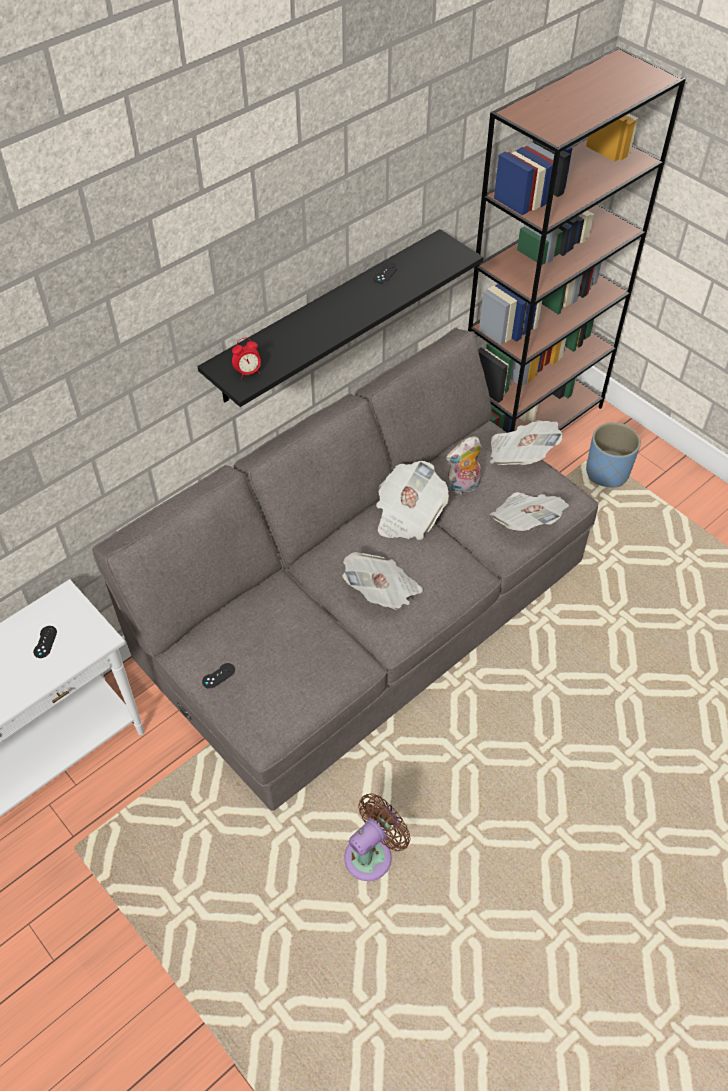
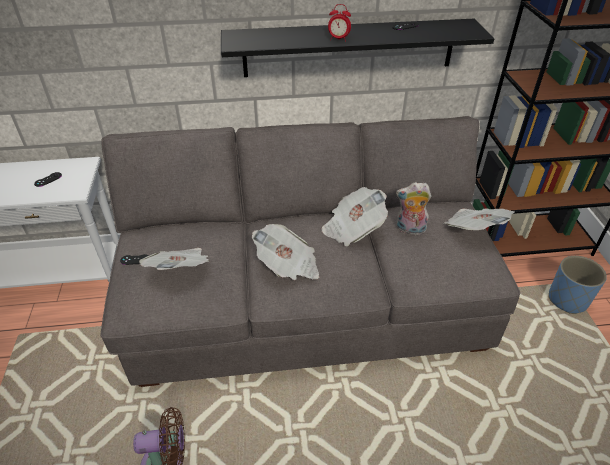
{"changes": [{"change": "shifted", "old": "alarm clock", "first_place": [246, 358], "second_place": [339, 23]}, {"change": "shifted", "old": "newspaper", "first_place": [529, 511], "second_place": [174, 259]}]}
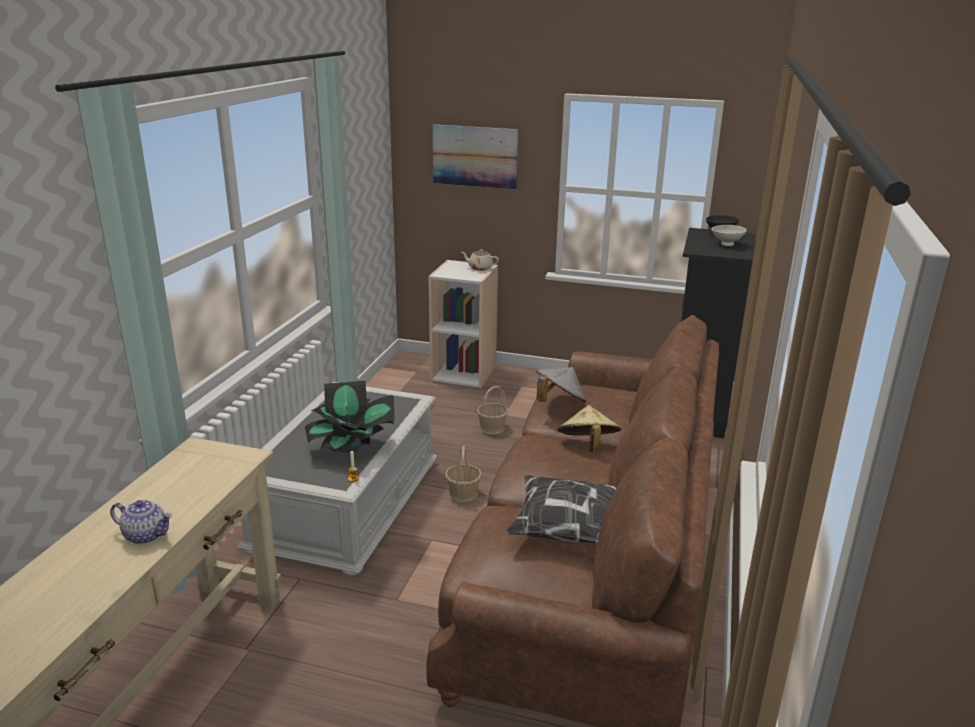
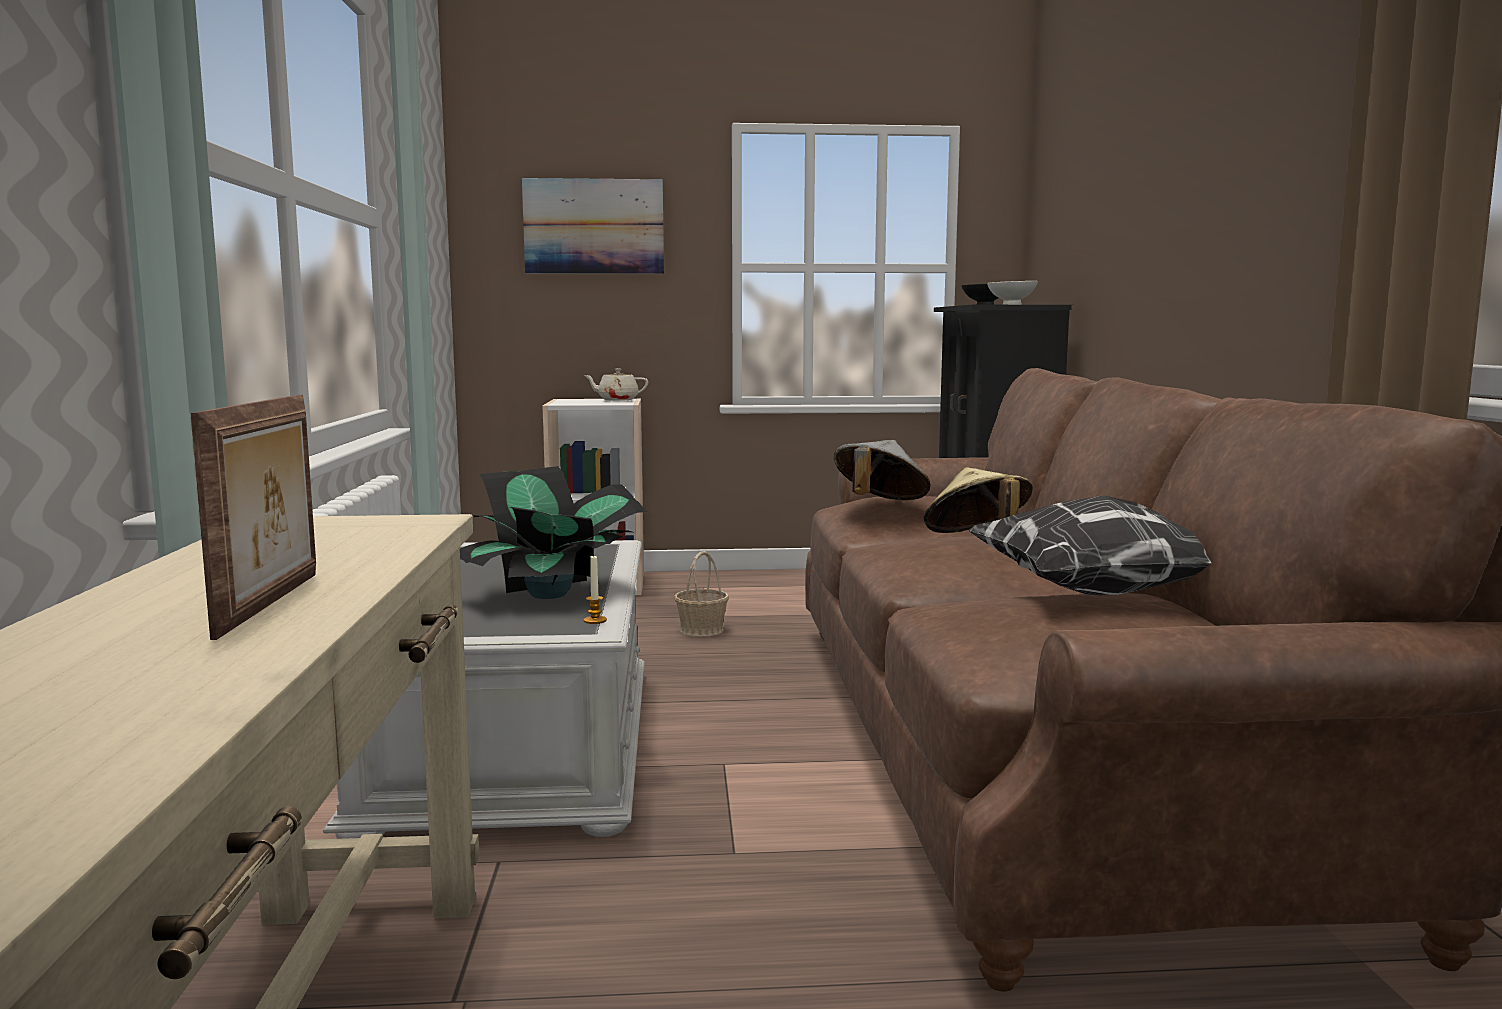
{"changes": [{"change": "gone", "old": "basket", "first_place": [463, 473]}, {"change": "swapped", "old": "teapot", "new": "picture frame", "first_place": [141, 522], "second_place": [253, 517]}]}
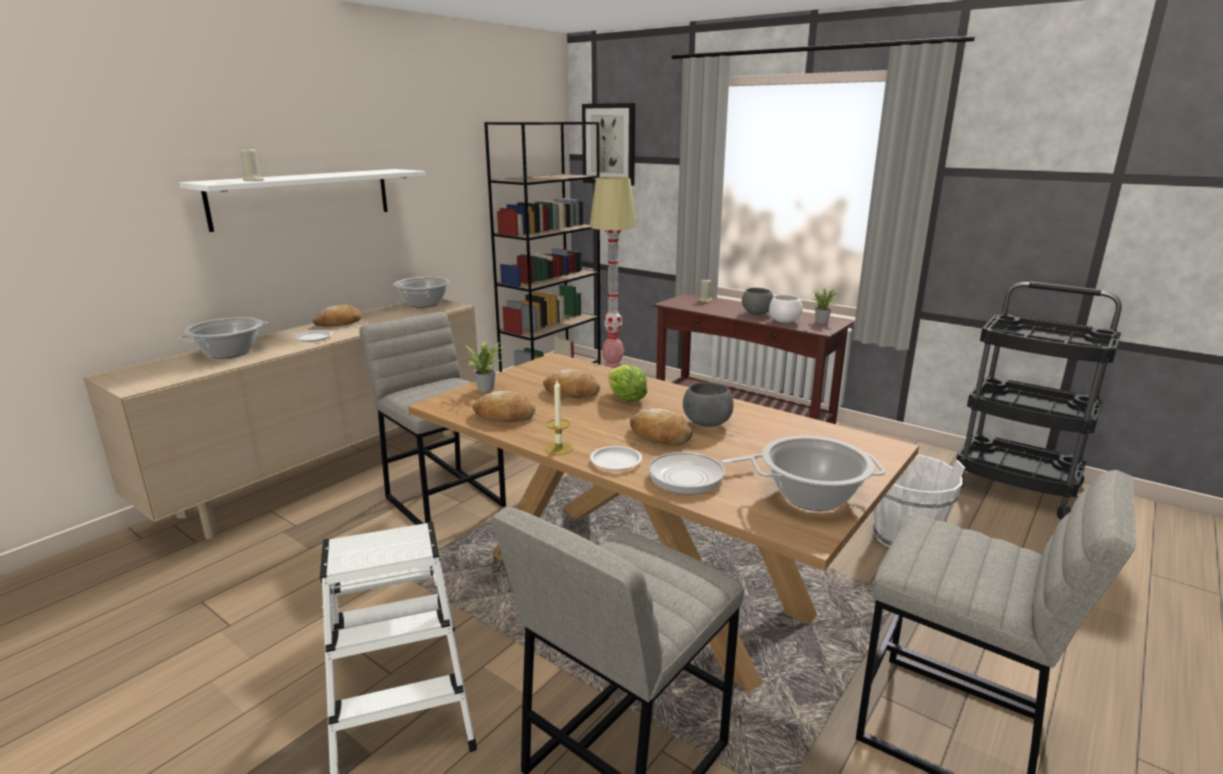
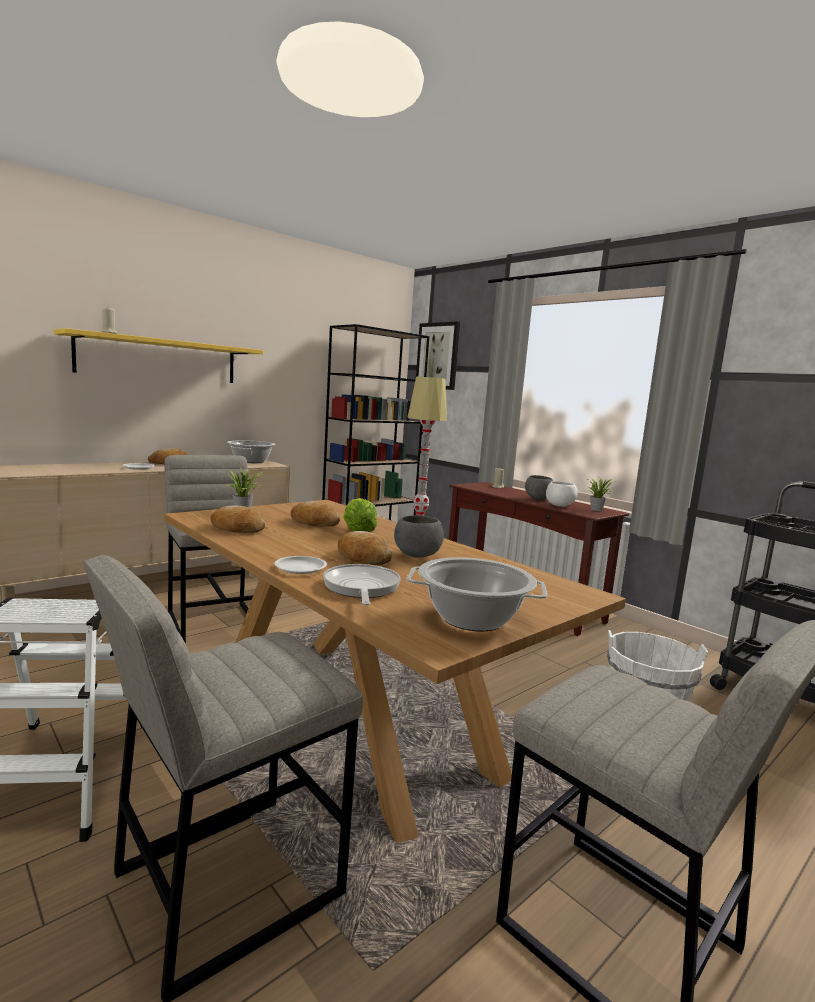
{"changes": [{"change": "gone", "old": "cooking pot", "first_place": [223, 338]}, {"change": "gone", "old": "candle", "first_place": [559, 417]}, {"change": "repainted", "old": "shelf/white", "new": "shelf/yellow", "first_place": [302, 200], "second_place": [158, 355]}, {"change": "rotated", "old": "frying pan", "first_place": [703, 473], "second_place": [362, 584], "degrees": 90}]}
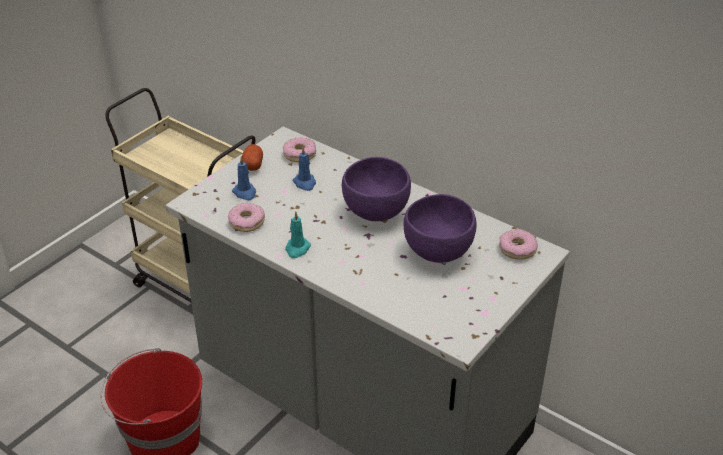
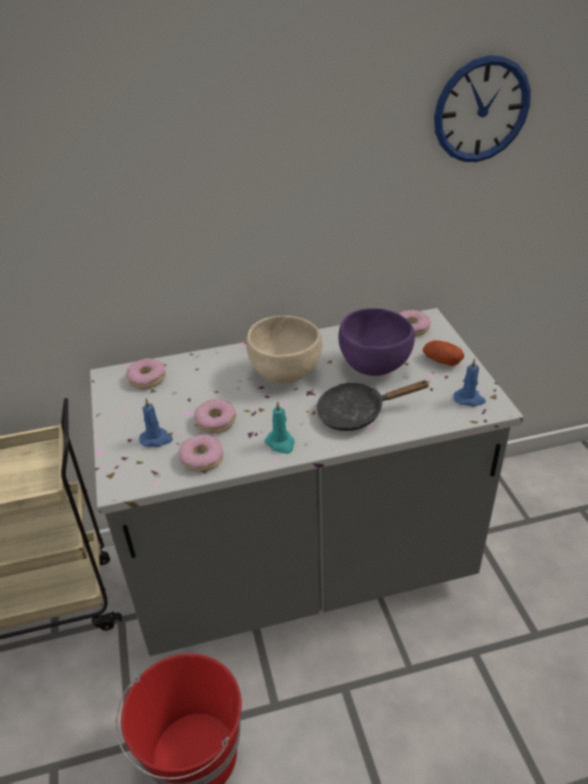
{"changes": [{"change": "new", "new": "donut", "second_place": [215, 416]}, {"change": "new", "new": "frying pan/black", "second_place": [373, 405]}, {"change": "new", "new": "wall clock", "second_place": [482, 108]}, {"change": "shifted", "old": "potato", "first_place": [252, 157], "second_place": [443, 353]}, {"change": "shifted", "old": "candle/blue", "first_place": [304, 169], "second_place": [470, 382]}, {"change": "repainted", "old": "bowl/purple", "new": "bowl/beige", "first_place": [376, 189], "second_place": [284, 350]}]}
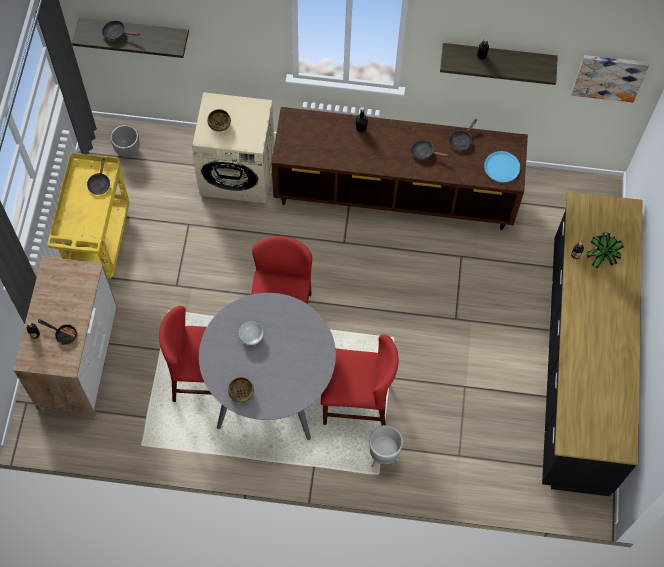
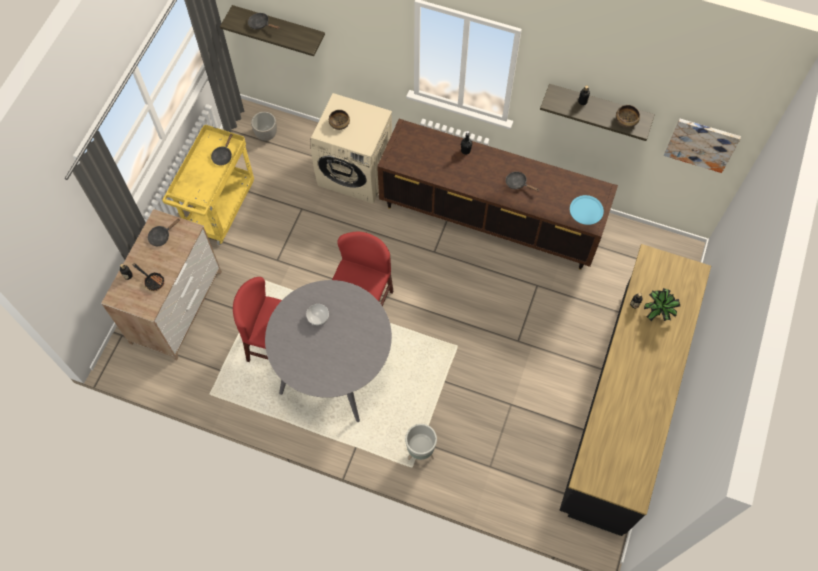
{"changes": [{"change": "gone", "old": "chair/red", "first_place": [360, 379]}, {"change": "shifted", "old": "bowl", "first_place": [241, 389], "second_place": [628, 116]}, {"change": "shifted", "old": "frying pan/black", "first_place": [463, 135], "second_place": [164, 232]}]}
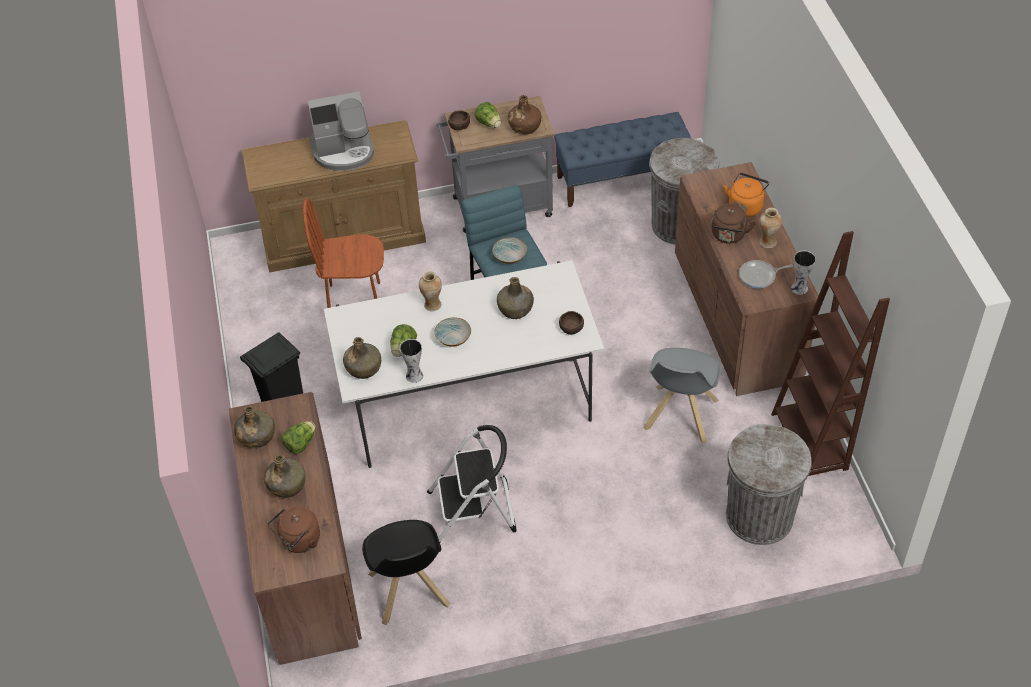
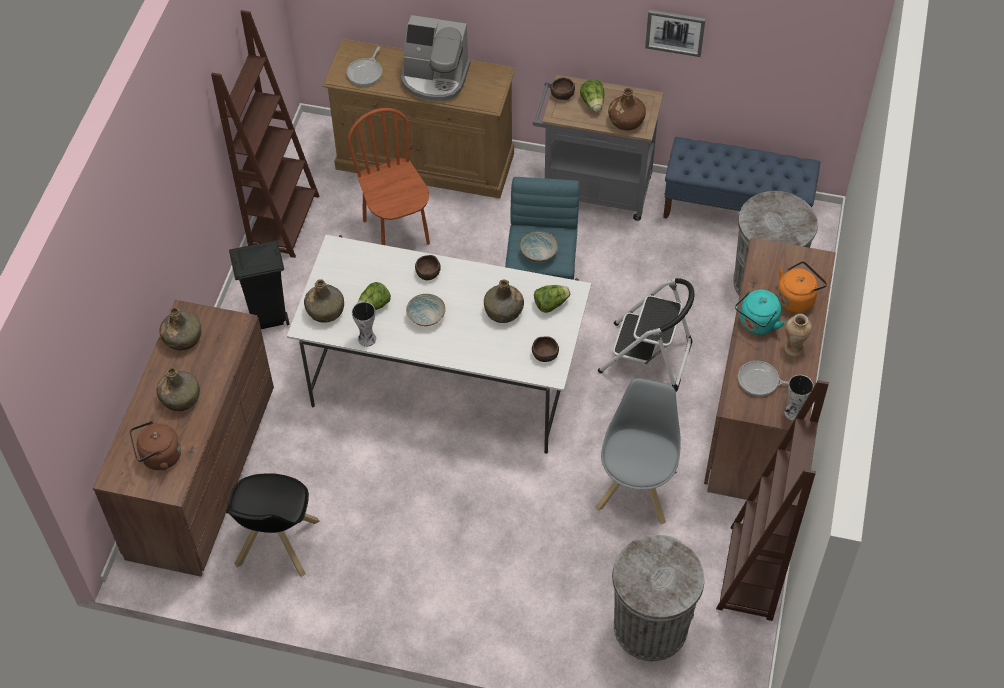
{"changes": [{"change": "new", "new": "bookcase/brown", "second_place": [265, 134]}, {"change": "new", "new": "frying pan", "second_place": [364, 66]}, {"change": "new", "new": "picture", "second_place": [675, 33]}, {"change": "shifted", "old": "lettuce", "first_place": [298, 437], "second_place": [552, 299]}, {"change": "shifted", "old": "step ladder", "first_place": [472, 483], "second_place": [646, 335]}, {"change": "swapped", "old": "vase", "new": "bowl/brown", "first_place": [430, 291], "second_place": [428, 267]}, {"change": "repainted", "old": "kettle/brown", "new": "kettle/turquoise", "first_place": [733, 223], "second_place": [760, 312]}, {"change": "rotated", "old": "chair/brown", "first_place": [343, 253], "second_place": [389, 176], "degrees": 45}, {"change": "rotated", "old": "chair/grey", "first_place": [682, 395], "second_place": [638, 451], "degrees": 150}]}
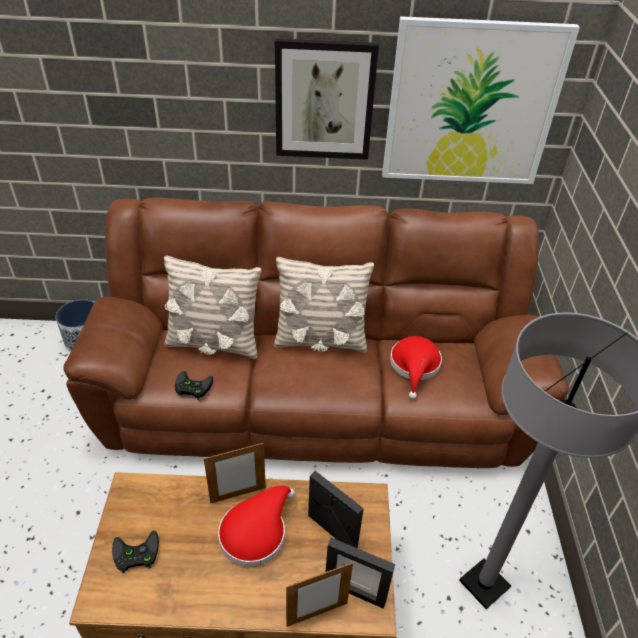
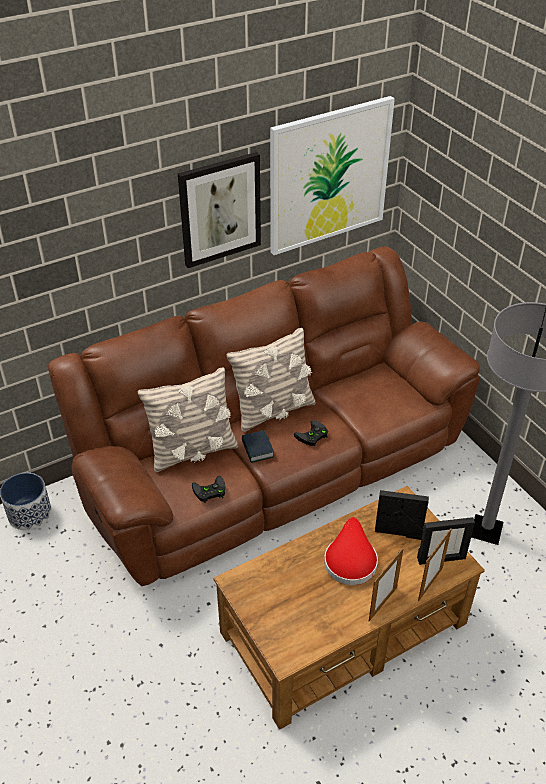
{"changes": [{"change": "gone", "old": "hat/red", "first_place": [416, 367]}, {"change": "new", "new": "book", "second_place": [257, 446]}, {"change": "shifted", "old": "game controller/black", "first_place": [135, 551], "second_place": [311, 433]}, {"change": "shifted", "old": "picture frame", "first_place": [235, 473], "second_place": [386, 584]}]}
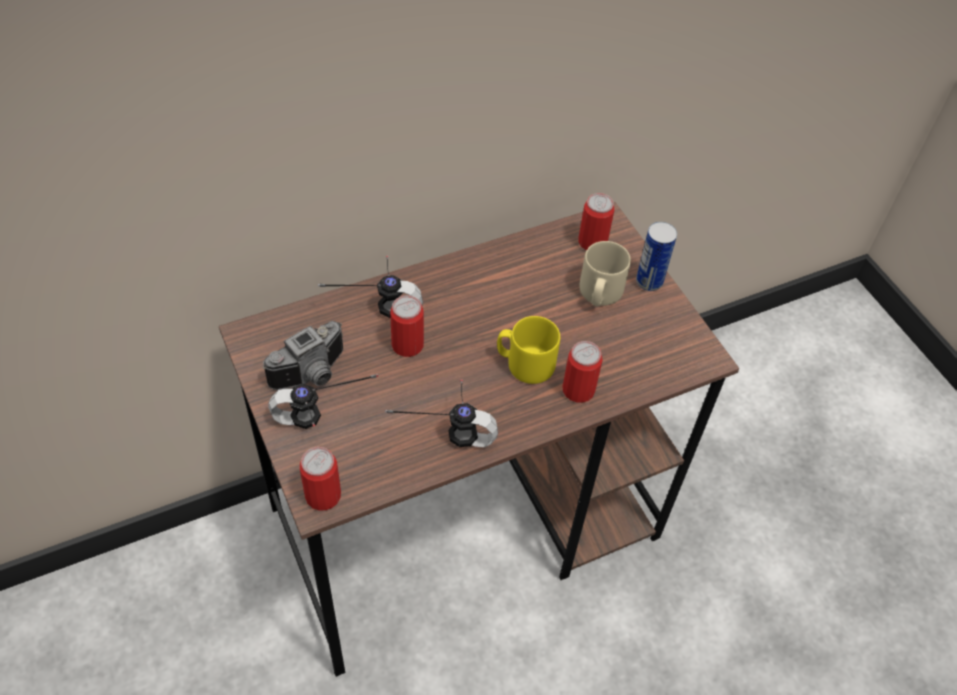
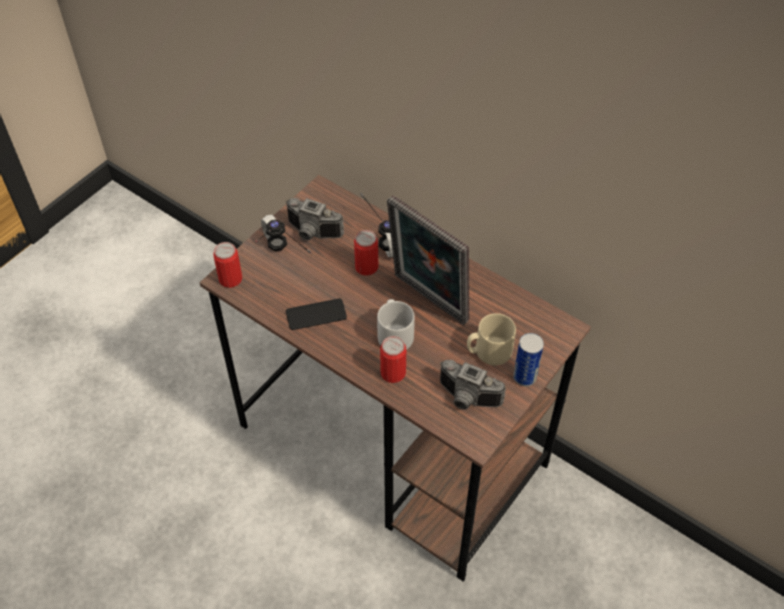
{"changes": [{"change": "gone", "old": "can", "first_place": [596, 221]}, {"change": "new", "new": "picture frame", "second_place": [428, 260]}, {"change": "new", "new": "photo camera", "second_place": [473, 385]}, {"change": "swapped", "old": "headphones", "new": "phone", "first_place": [441, 414], "second_place": [316, 314]}, {"change": "repainted", "old": "mug/yellow", "new": "mug/grey", "first_place": [528, 350], "second_place": [396, 324]}]}
